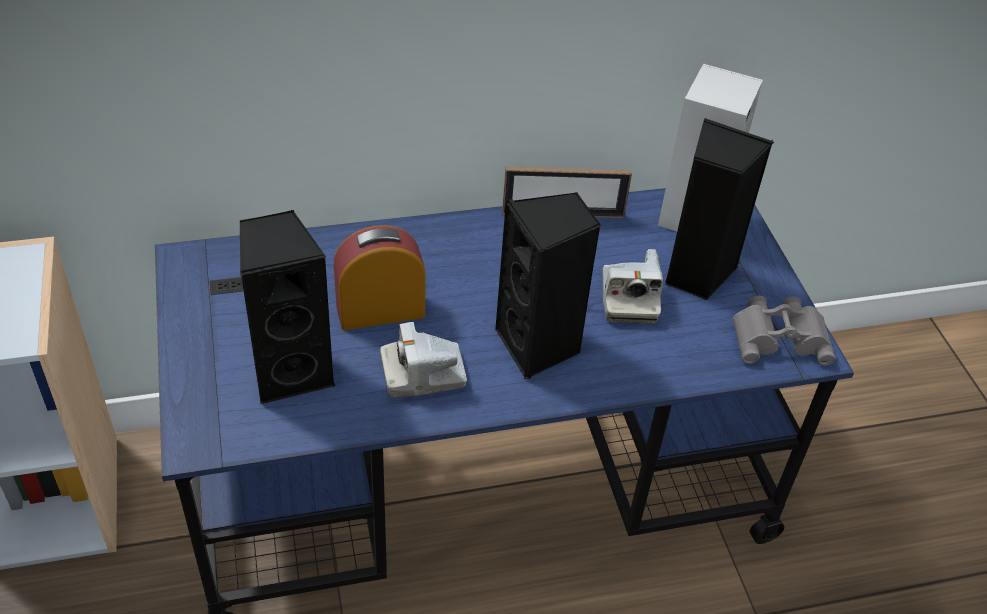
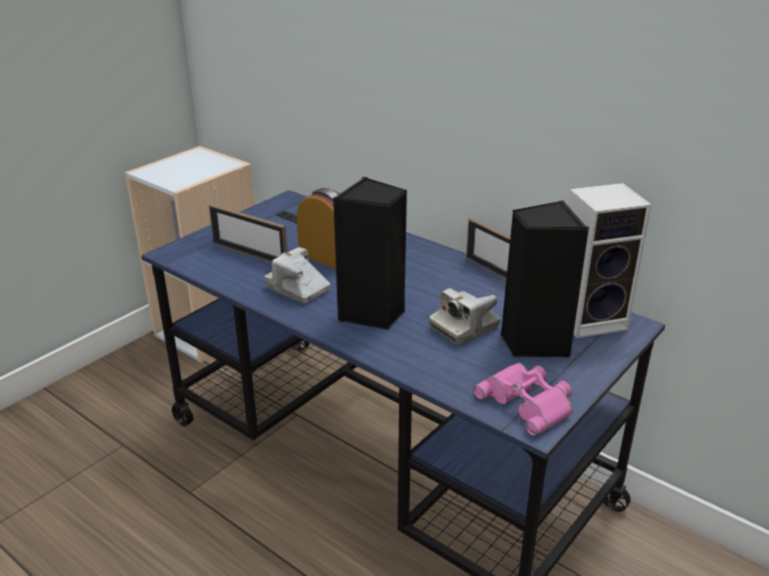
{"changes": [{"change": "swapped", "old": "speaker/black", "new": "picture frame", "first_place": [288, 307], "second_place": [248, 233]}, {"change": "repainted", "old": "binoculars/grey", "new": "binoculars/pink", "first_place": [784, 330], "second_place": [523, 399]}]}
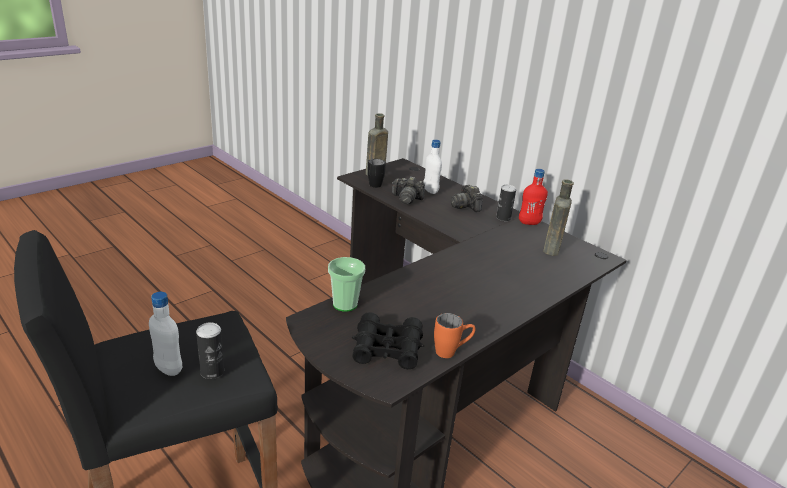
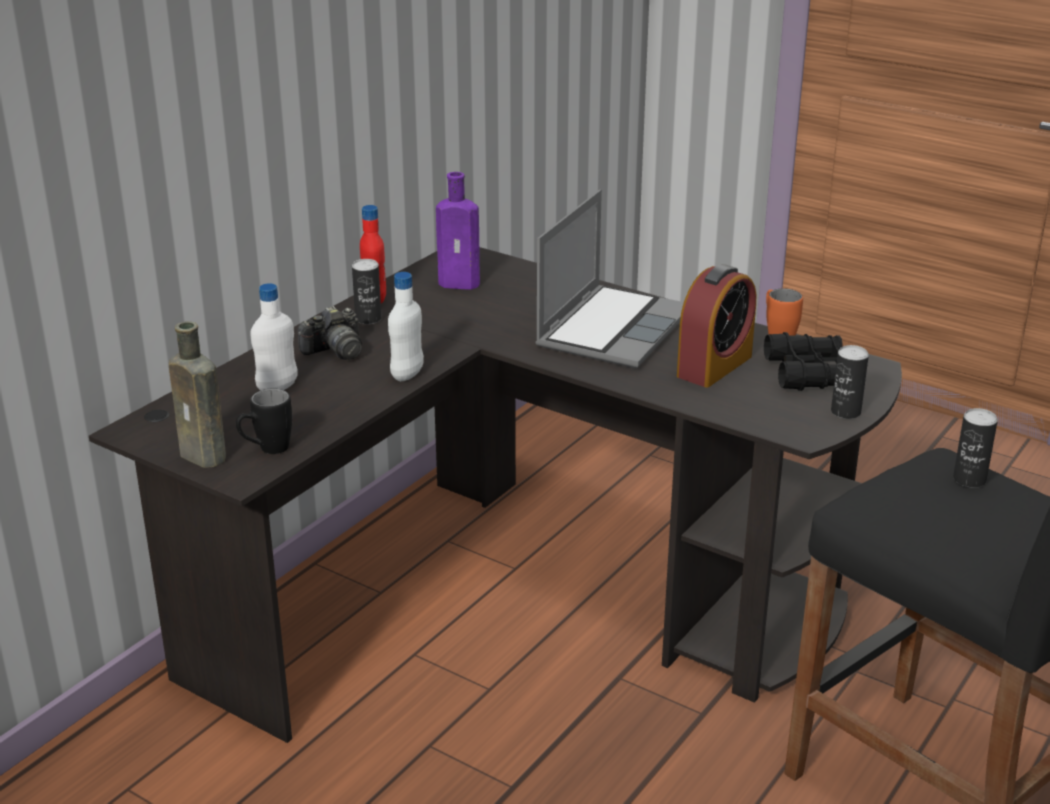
{"changes": [{"change": "gone", "old": "cup", "first_place": [346, 284]}, {"change": "gone", "old": "photo camera", "first_place": [408, 190]}, {"change": "new", "new": "laptop", "second_place": [610, 278]}, {"change": "new", "new": "alarm clock", "second_place": [716, 325]}, {"change": "new", "new": "can", "second_place": [850, 382]}, {"change": "shifted", "old": "bottle/white", "first_place": [165, 334], "second_place": [406, 326]}, {"change": "repainted", "old": "bottle/brown", "new": "bottle/purple", "first_place": [558, 217], "second_place": [458, 231]}]}
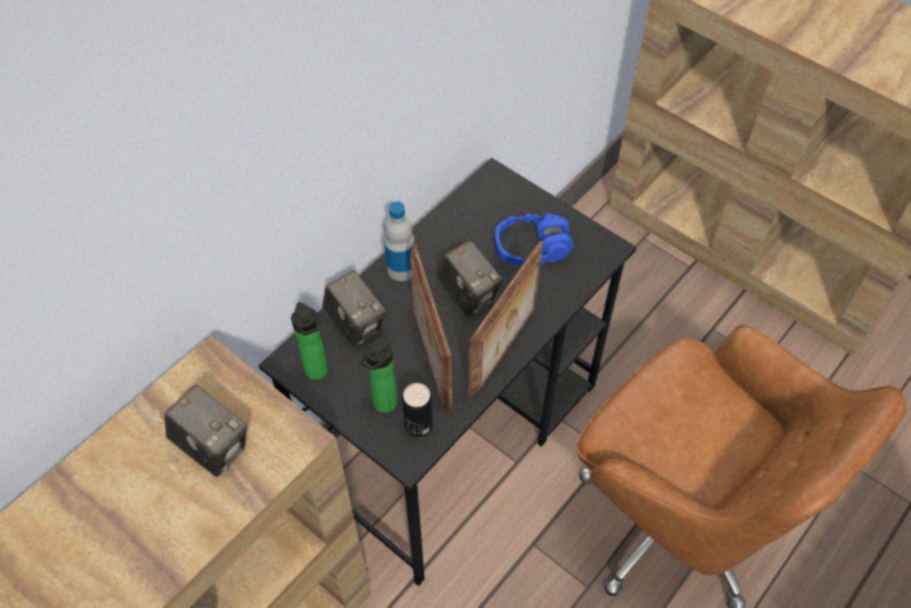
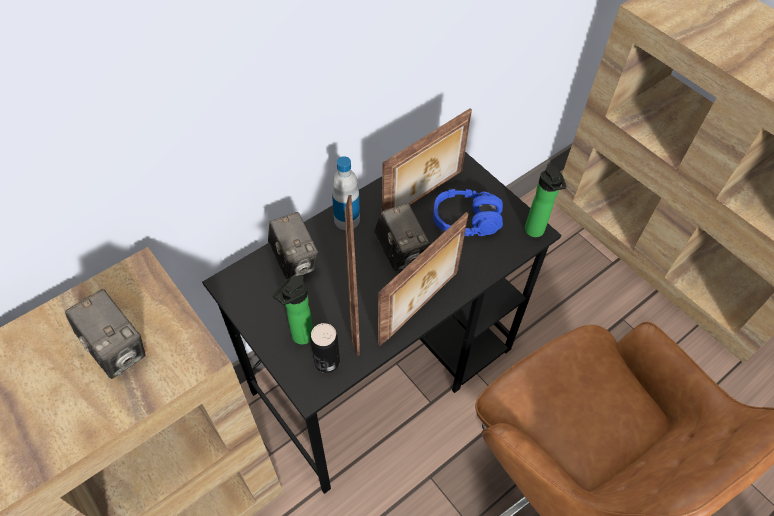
{"changes": [{"change": "new", "new": "picture frame", "second_place": [427, 159]}, {"change": "shifted", "old": "bottle", "first_place": [309, 341], "second_place": [545, 200]}]}
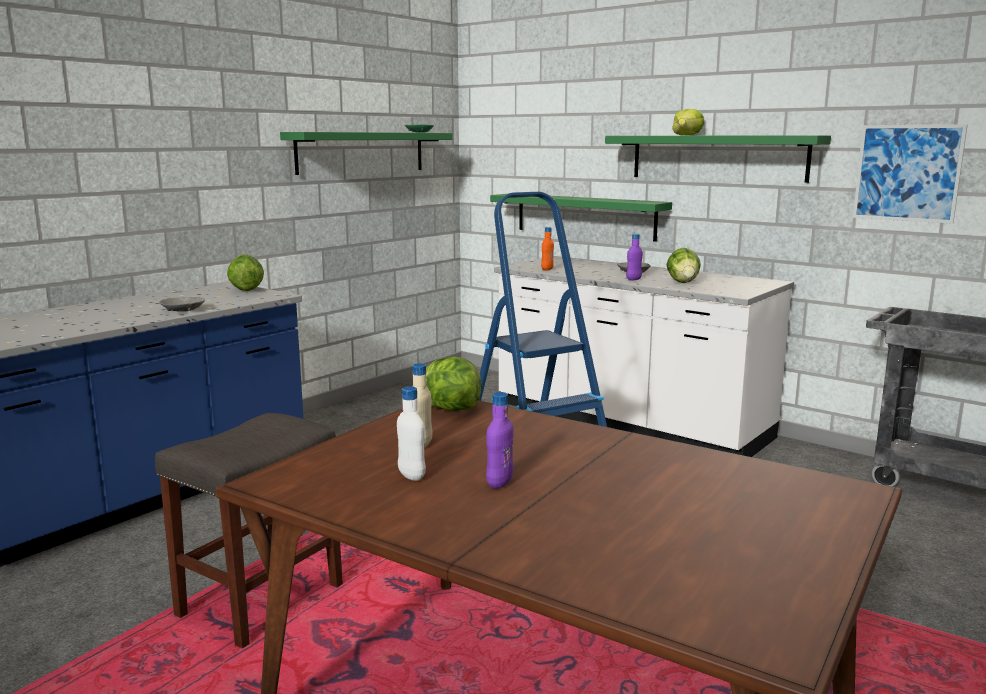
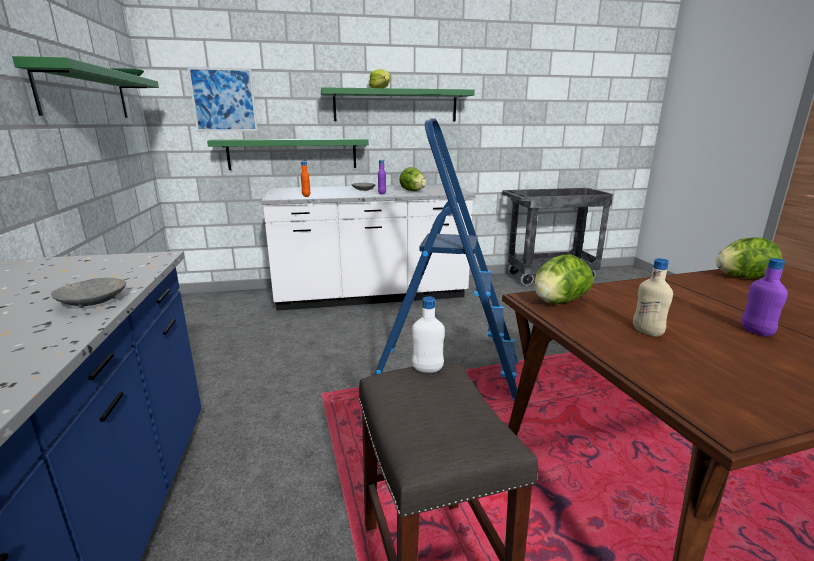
{"changes": [{"change": "shifted", "old": "lettuce", "first_place": [245, 272], "second_place": [749, 258]}, {"change": "shifted", "old": "bottle/white", "first_place": [411, 433], "second_place": [428, 335]}, {"change": "shifted", "old": "picture", "first_place": [910, 174], "second_place": [222, 99]}]}
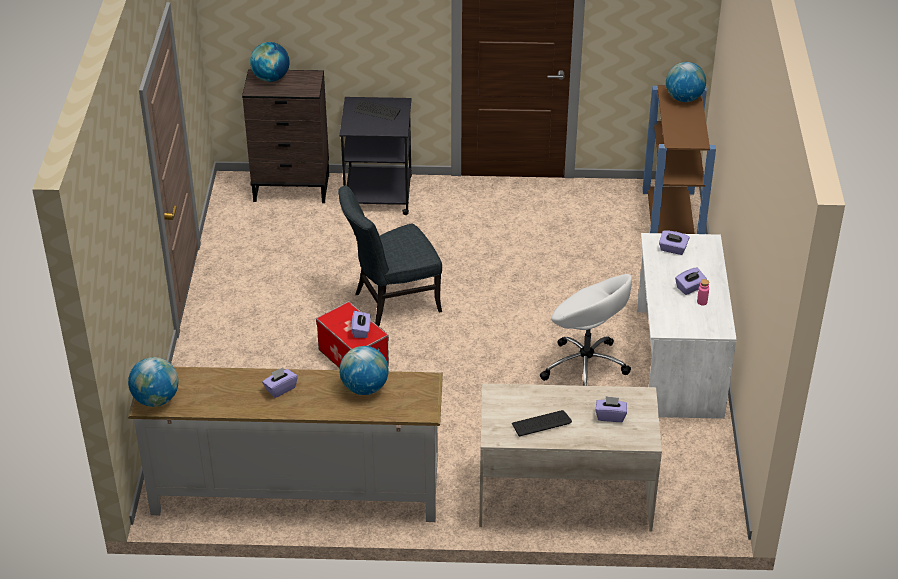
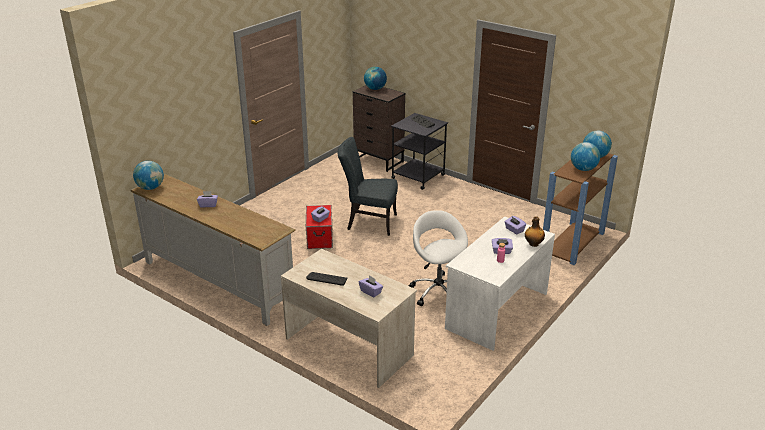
{"changes": [{"change": "new", "new": "bottle", "second_place": [535, 231]}, {"change": "shifted", "old": "globe", "first_place": [364, 370], "second_place": [585, 156]}, {"change": "rotated", "old": "office chair/white", "first_place": [586, 330], "second_place": [438, 258], "degrees": 150}]}
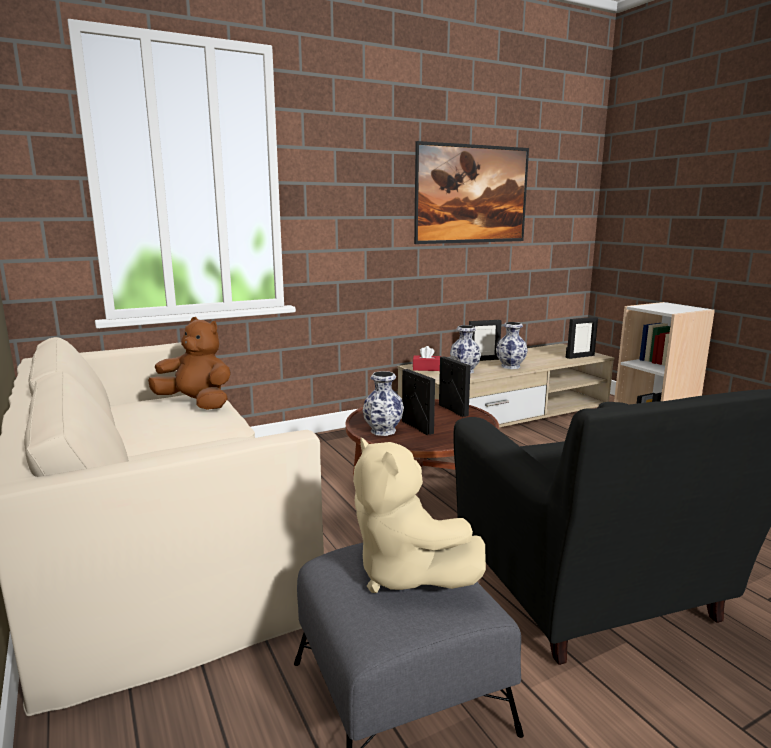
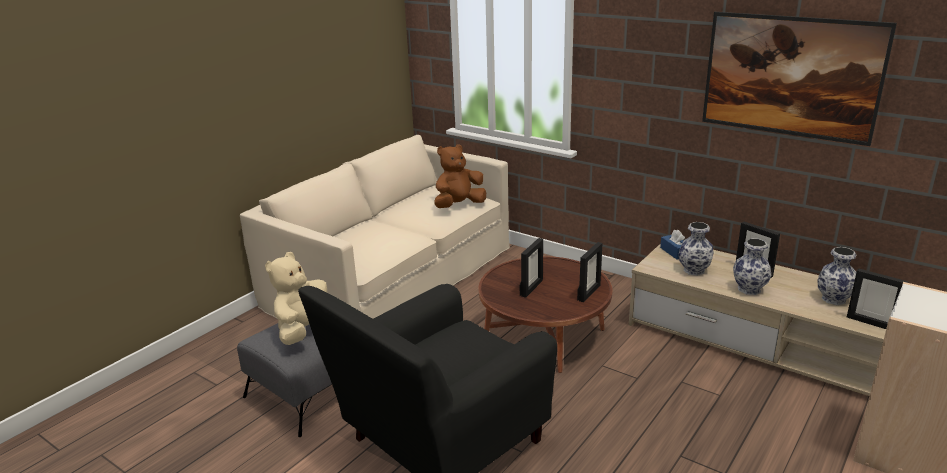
{"changes": [{"change": "shifted", "old": "vase", "first_place": [383, 403], "second_place": [837, 276]}, {"change": "repainted", "old": "tissue box/red", "new": "tissue box/blue", "first_place": [427, 358], "second_place": [672, 244]}, {"change": "rotated", "old": "plush toy/brown", "first_place": [189, 363], "second_place": [460, 176], "degrees": -120}]}
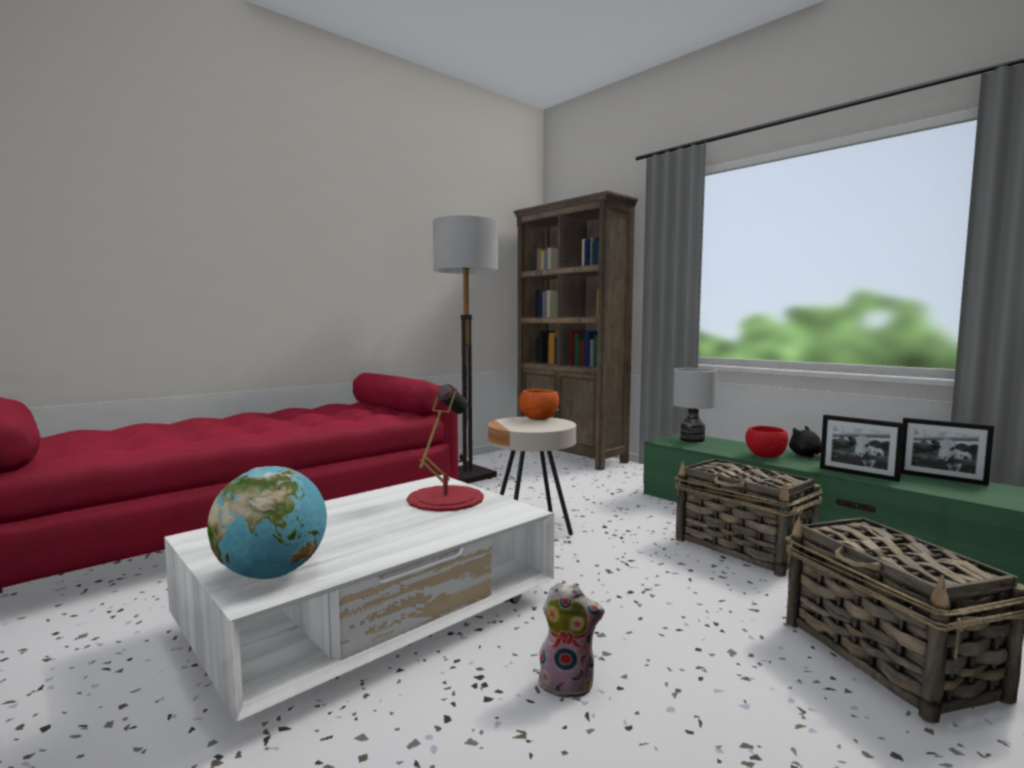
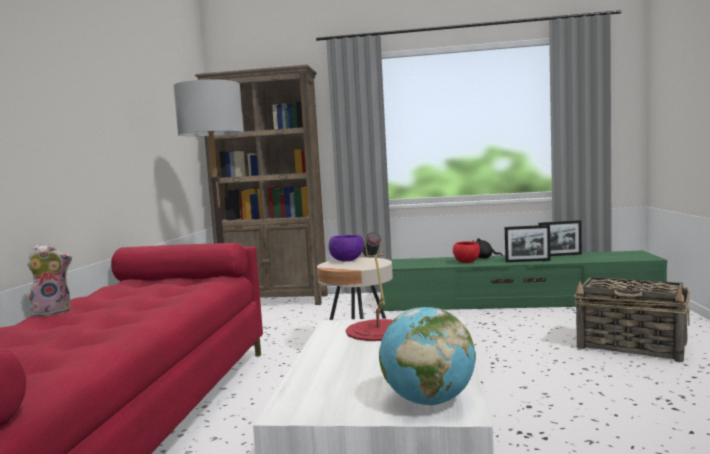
{"changes": [{"change": "gone", "old": "table lamp/grey", "first_place": [695, 405]}, {"change": "gone", "old": "basket", "first_place": [749, 518]}, {"change": "shifted", "old": "plush toy", "first_place": [571, 640], "second_place": [49, 280]}, {"change": "repainted", "old": "bowl/orange", "new": "bowl/purple", "first_place": [539, 404], "second_place": [346, 248]}]}
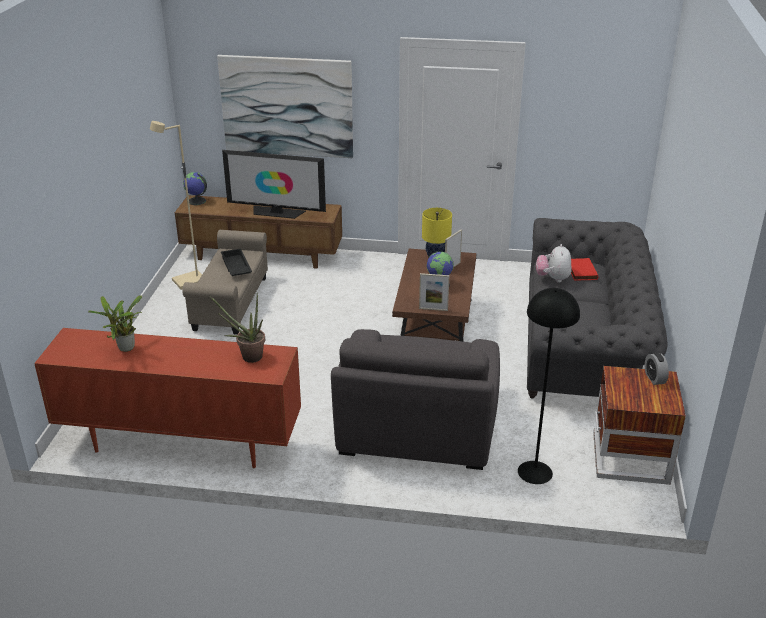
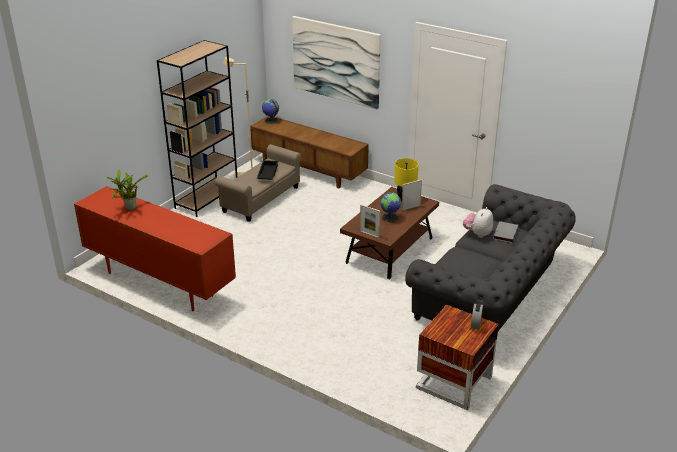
{"changes": [{"change": "gone", "old": "potted plant", "first_place": [237, 329]}, {"change": "gone", "old": "television", "first_place": [274, 184]}, {"change": "gone", "old": "armchair/grey", "first_place": [415, 399]}, {"change": "gone", "old": "floor lamp/black", "first_place": [549, 386]}, {"change": "new", "new": "bookcase/beige", "second_place": [197, 128]}, {"change": "repainted", "old": "book/red", "new": "book/grey", "first_place": [584, 269], "second_place": [506, 232]}]}
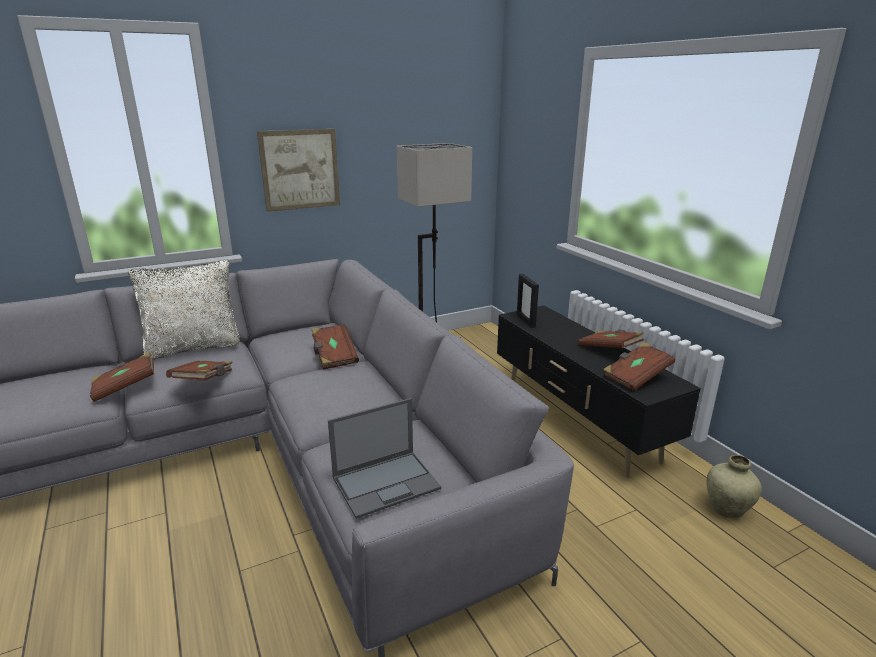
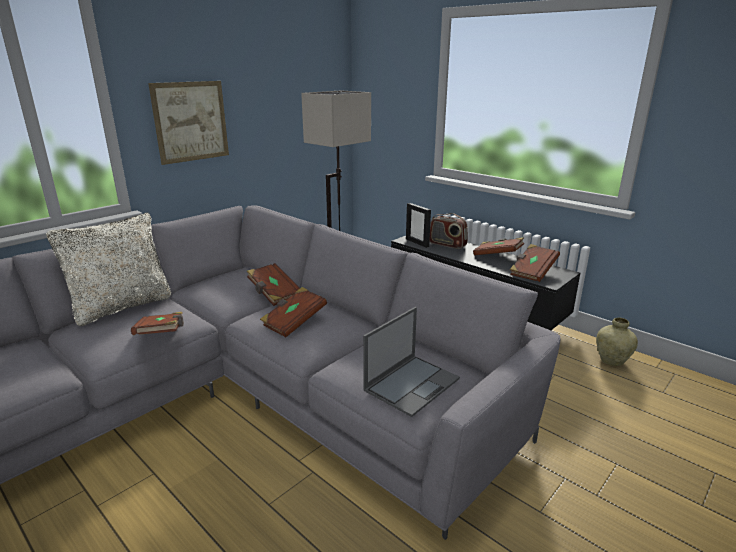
{"changes": [{"change": "new", "new": "radio", "second_place": [448, 231]}, {"change": "shifted", "old": "book/brown", "first_place": [122, 377], "second_place": [293, 312]}]}
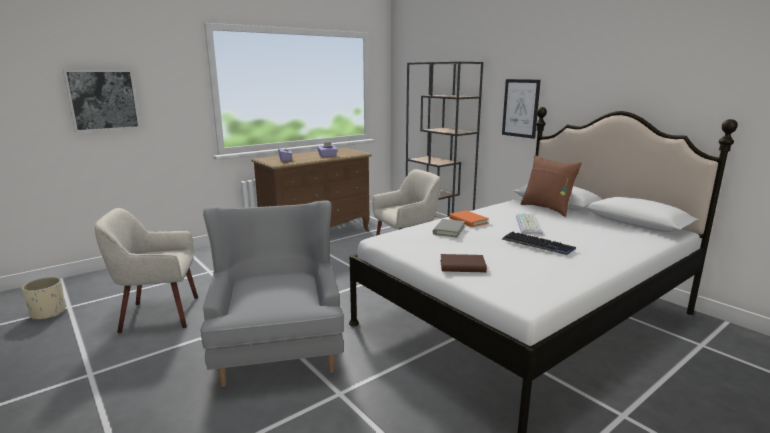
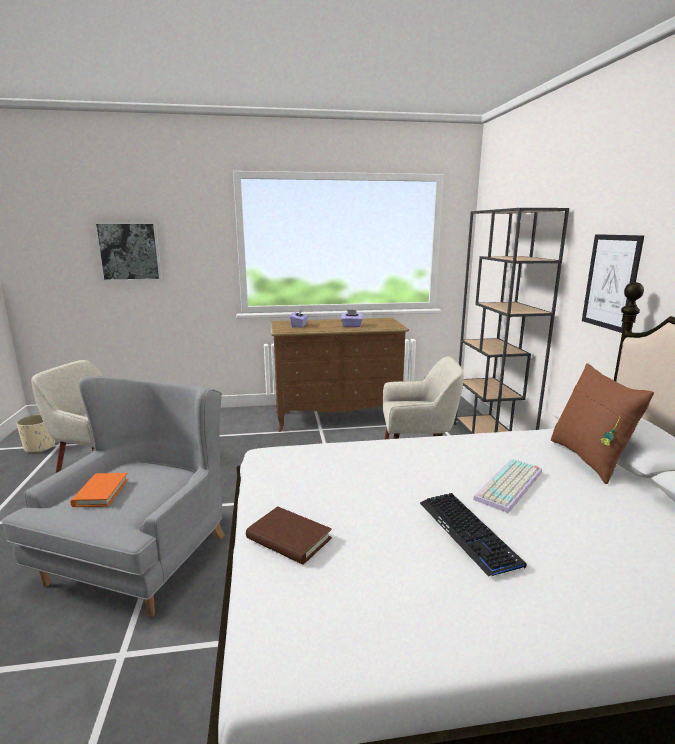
{"changes": [{"change": "gone", "old": "book/grey", "first_place": [449, 228]}, {"change": "shifted", "old": "book/orange", "first_place": [469, 218], "second_place": [99, 490]}]}
